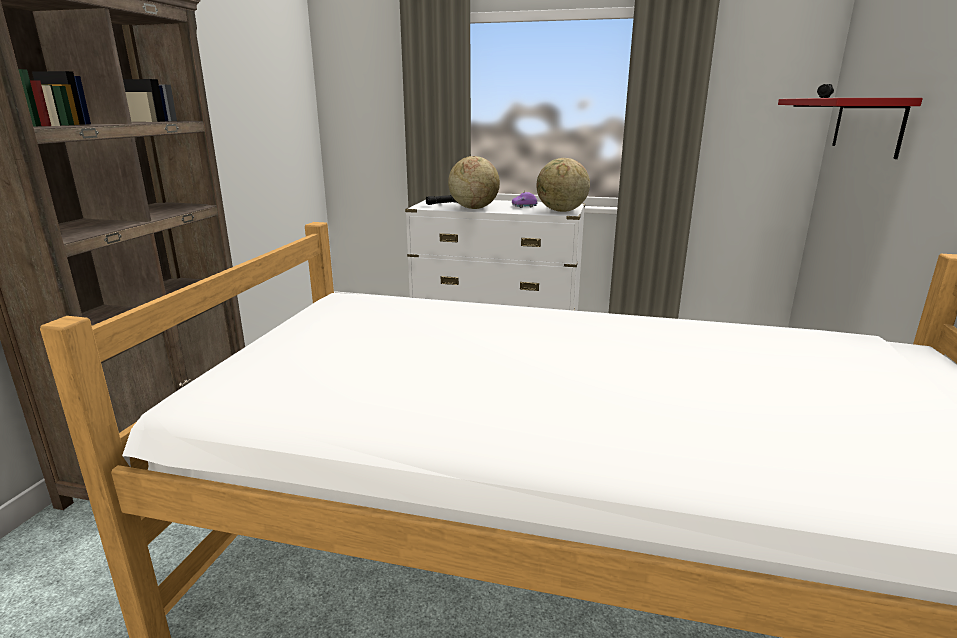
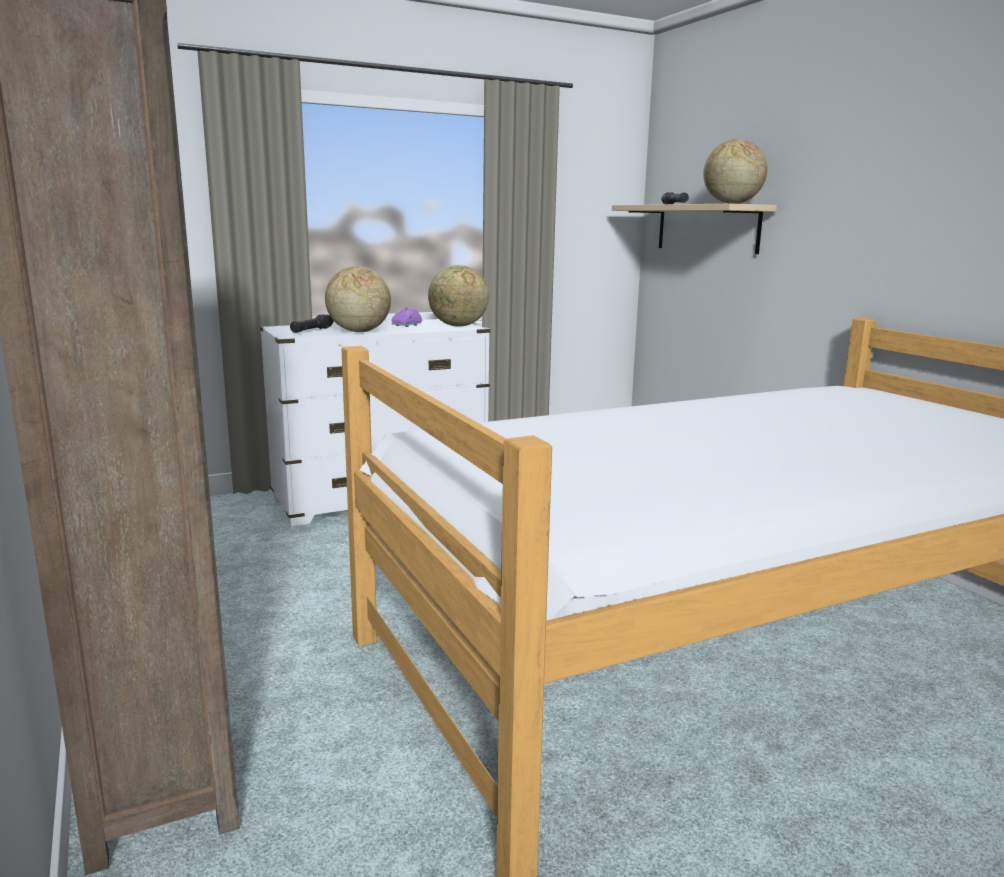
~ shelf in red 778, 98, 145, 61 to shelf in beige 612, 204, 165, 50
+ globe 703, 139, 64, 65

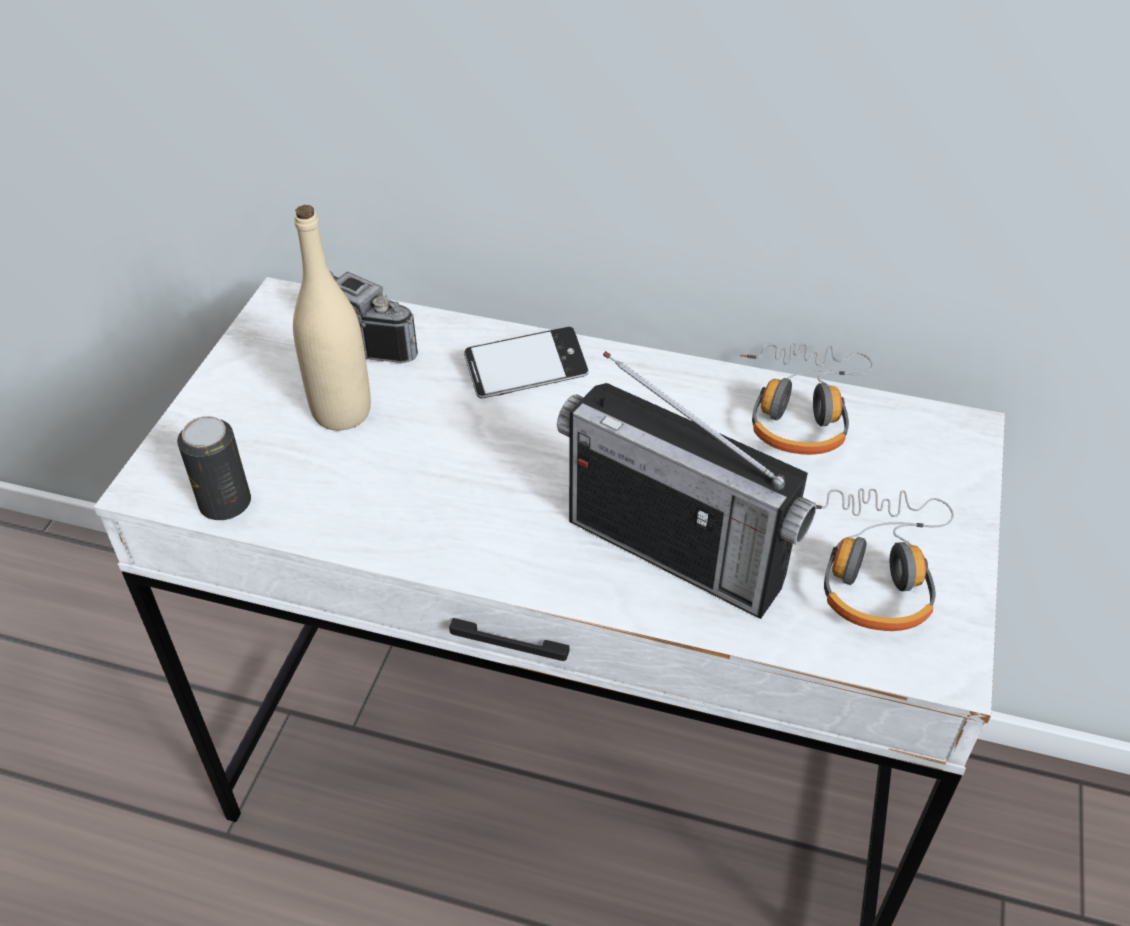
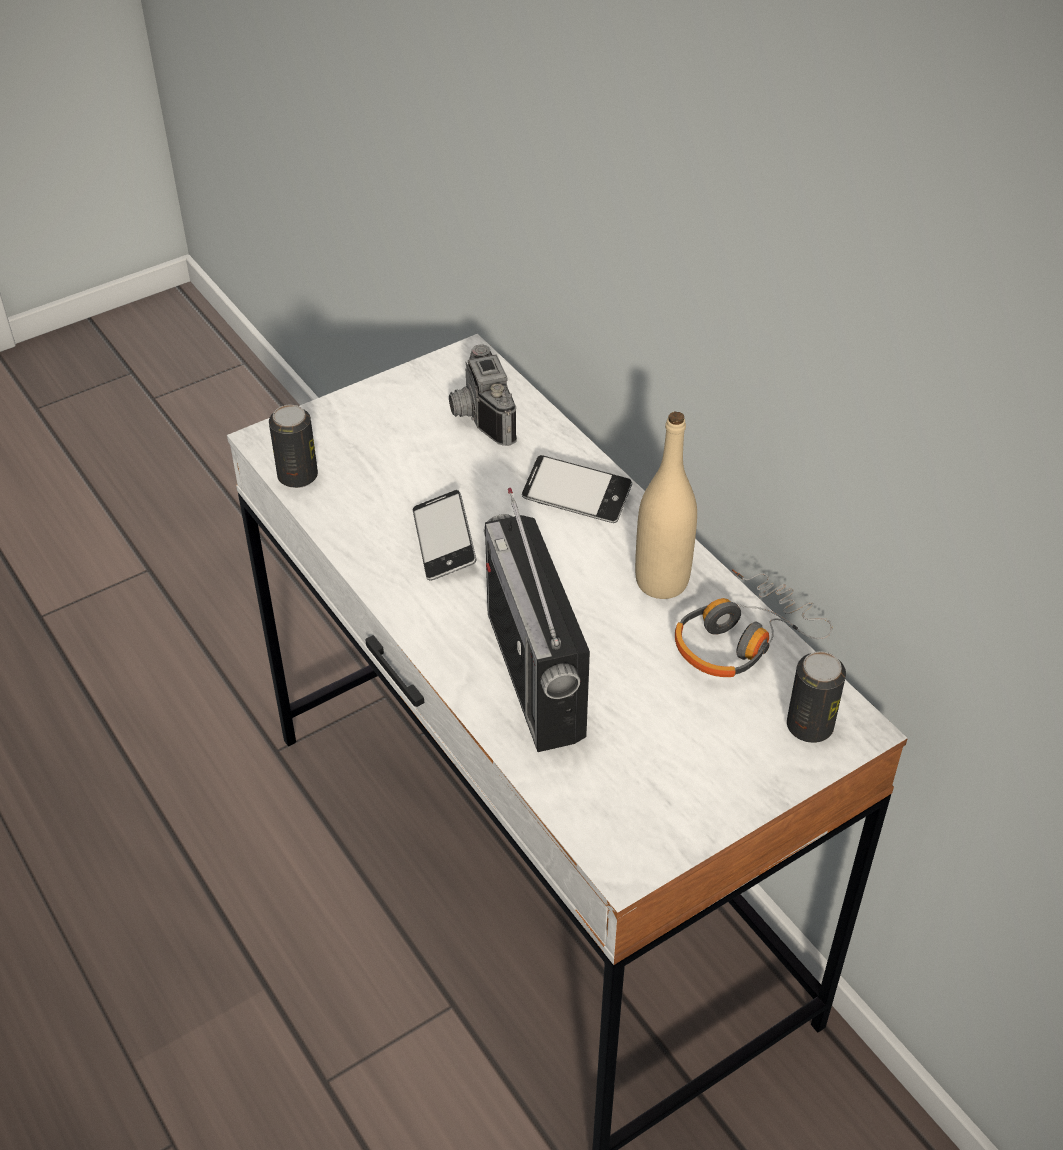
~ bottle in beige 293, 205, 78, 226 to 635, 412, 62, 187
- headphones 816, 488, 138, 143
+ phone 413, 490, 63, 91
+ can 787, 651, 59, 92

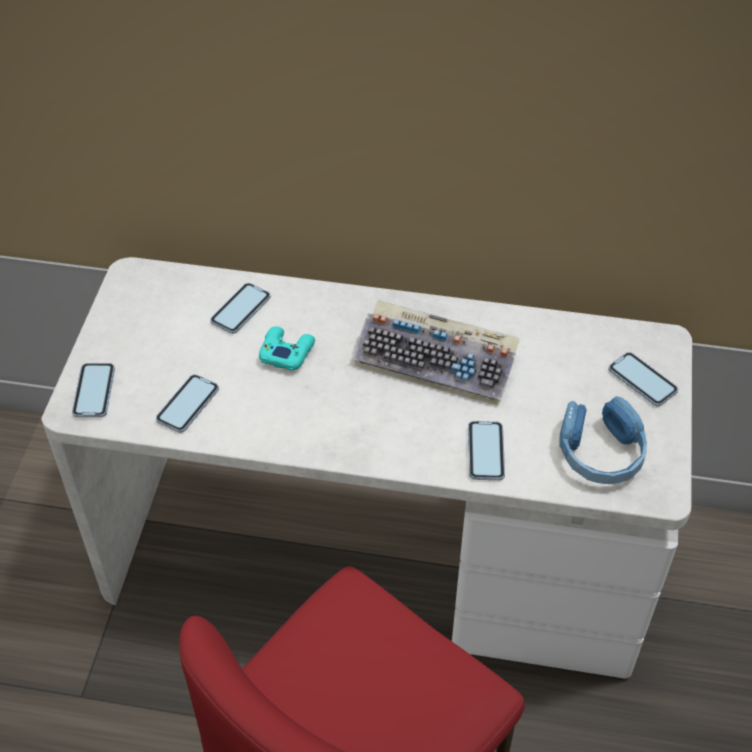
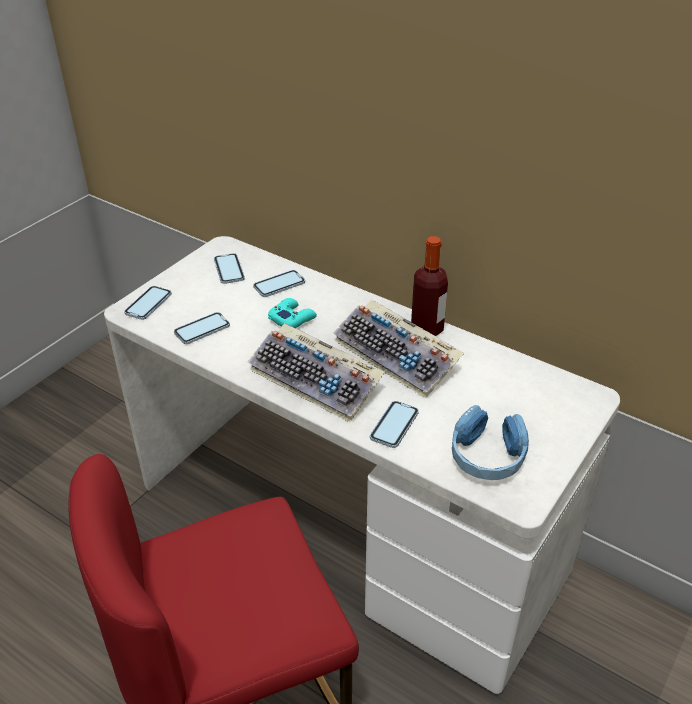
~ phone 609, 352, 69, 54 to 214, 253, 31, 31
+ bottle 411, 236, 37, 100
+ keyboard 248, 323, 136, 99

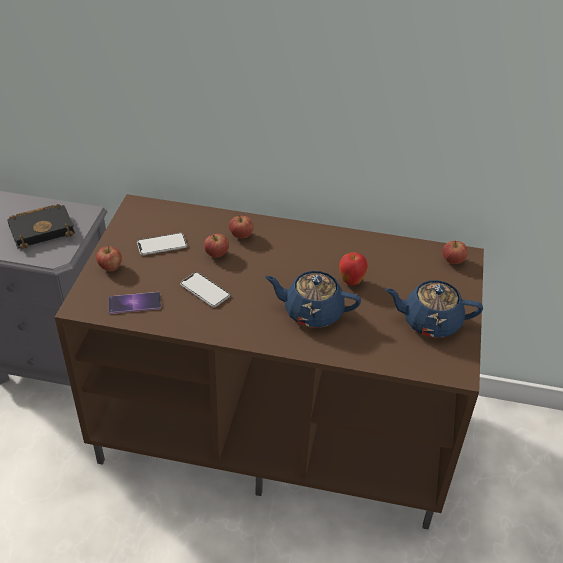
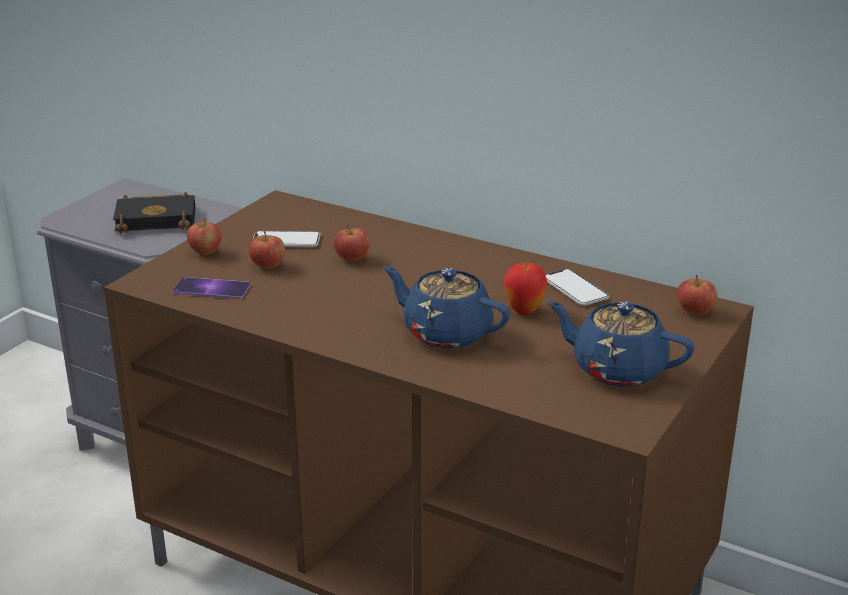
~ apple 229, 215, 25, 23 to 249, 231, 36, 38
~ phone 180, 272, 50, 35 to 545, 269, 65, 37

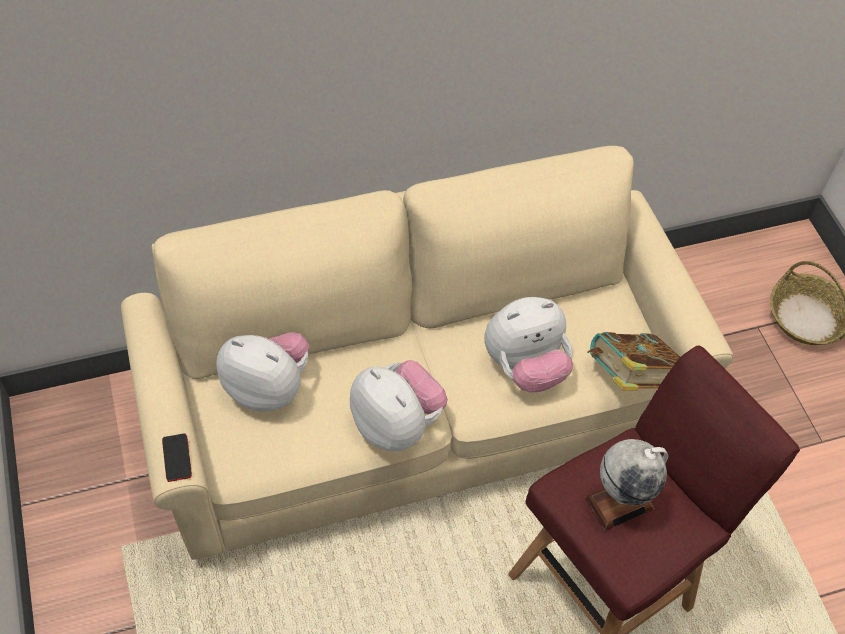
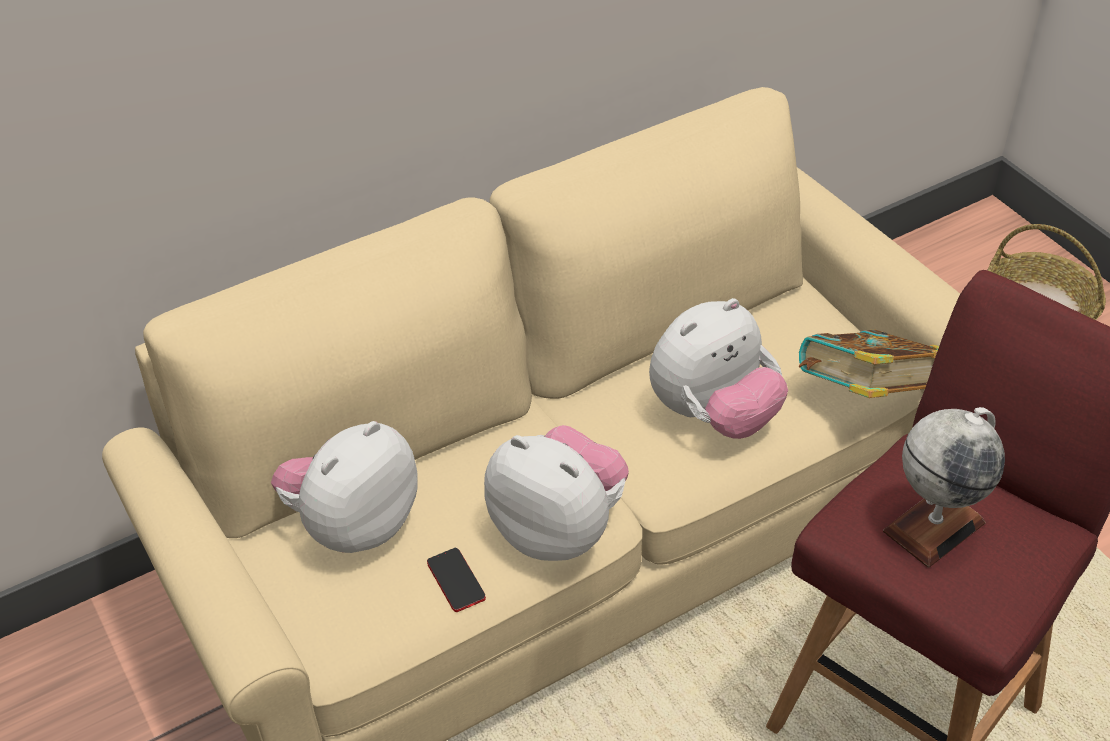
~ plush toy 216, 332, 93, 80 = 271, 421, 147, 132 60 degrees counterclockwise
~ phone 162, 433, 30, 49 to 427, 548, 59, 64

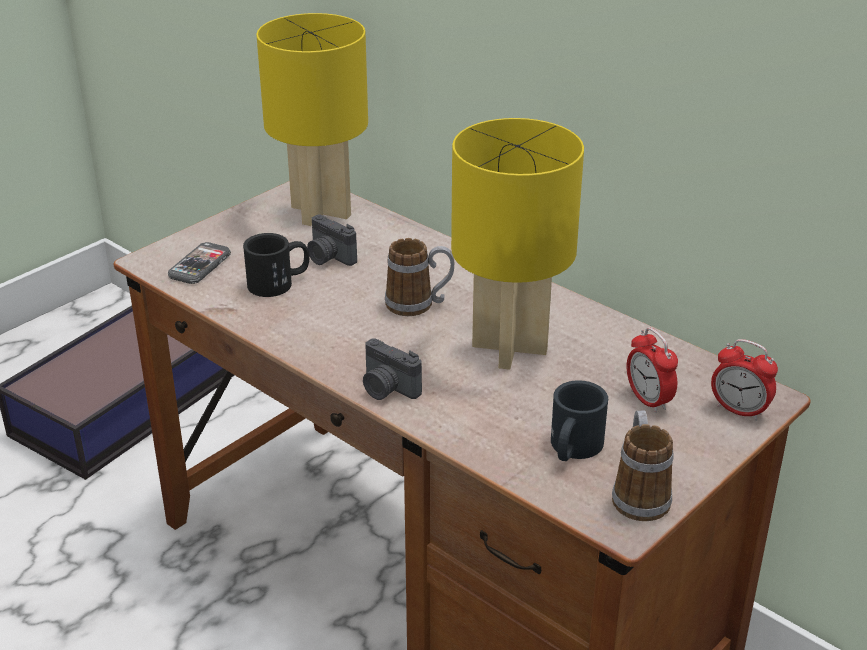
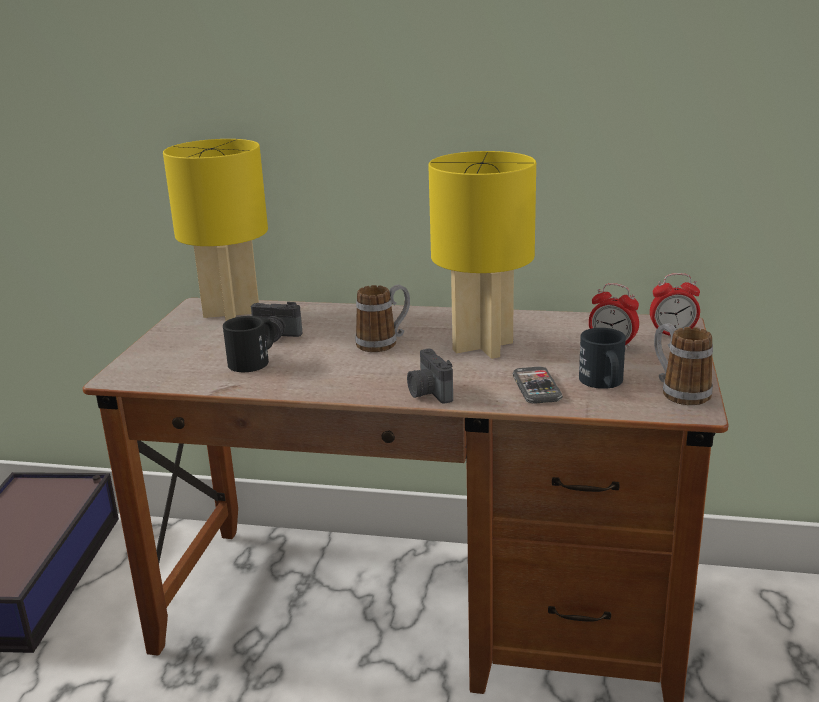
~ phone 168, 242, 63, 42 to 512, 367, 51, 37
~ photo camera 363, 338, 59, 62 = 407, 349, 46, 55 60 degrees clockwise

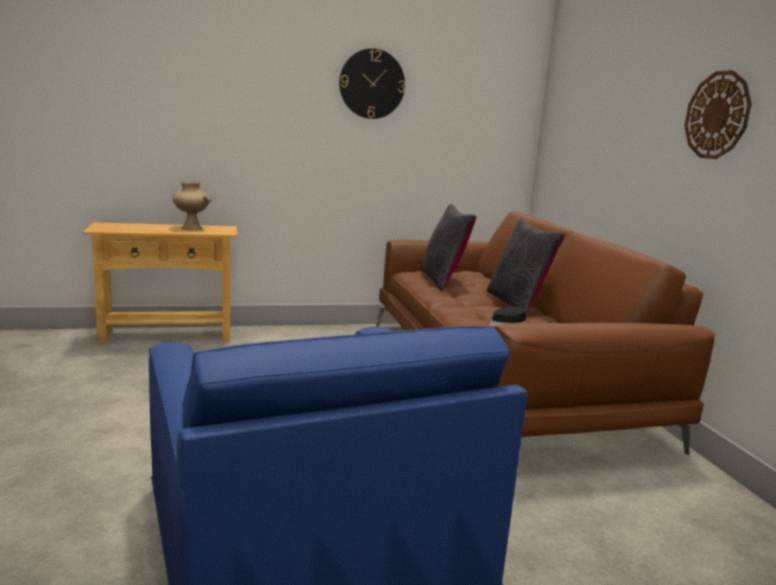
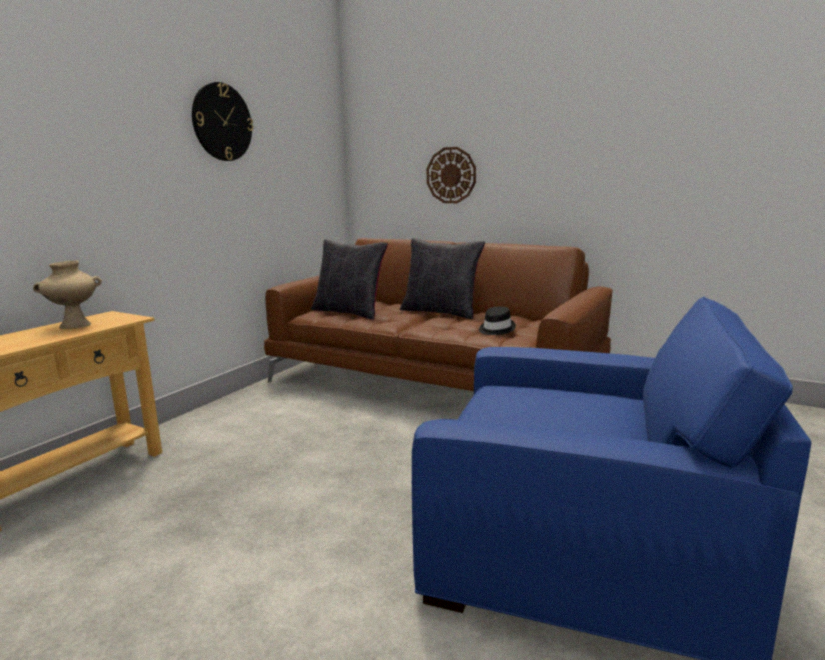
~ wall clock 684, 70, 68, 89 to 427, 147, 49, 56

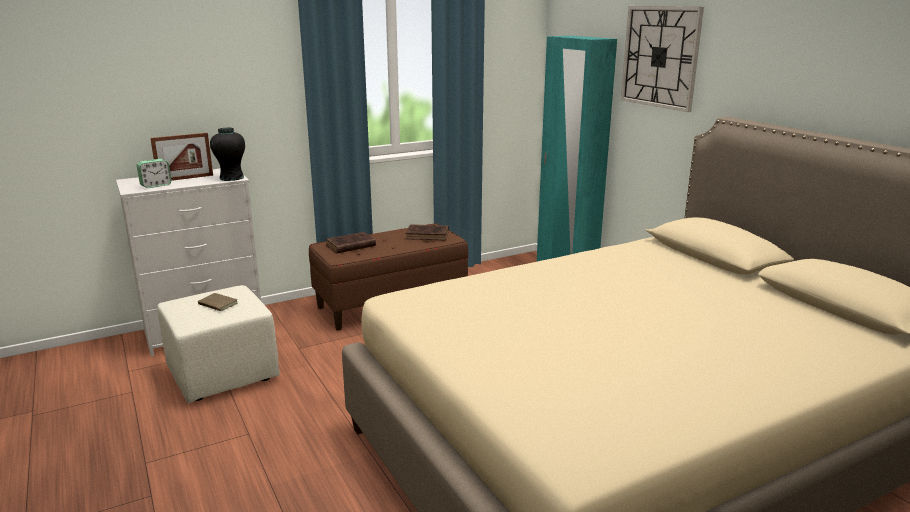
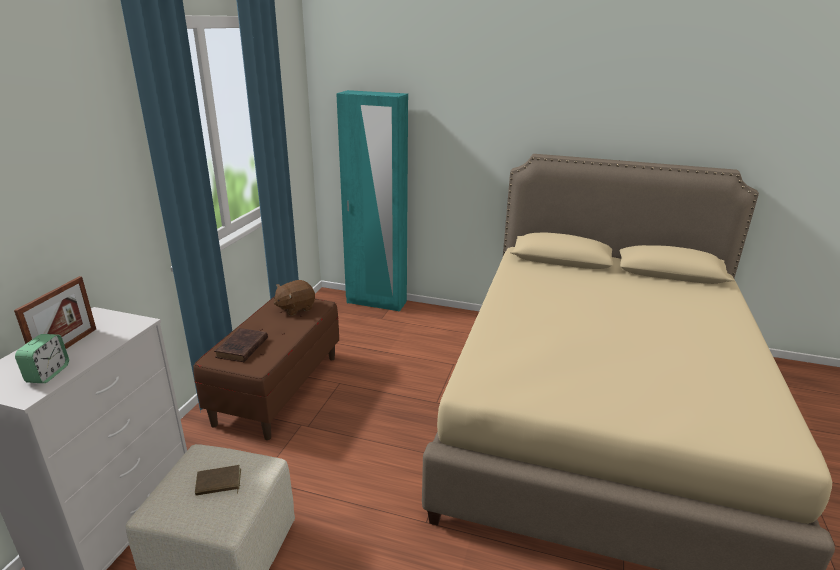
- wall clock 621, 6, 83, 106
- vase in black 210, 128, 35, 53
~ book in brown 406, 224, 43, 16 to plush toy in brown 273, 280, 42, 36

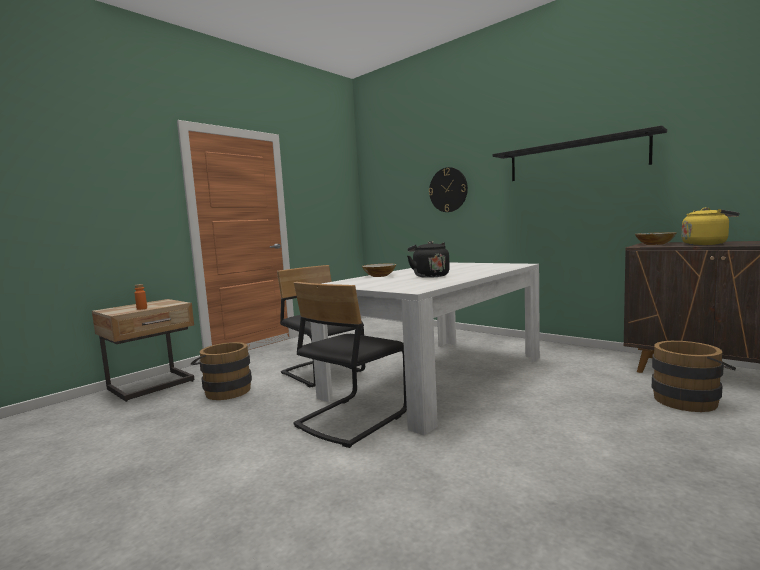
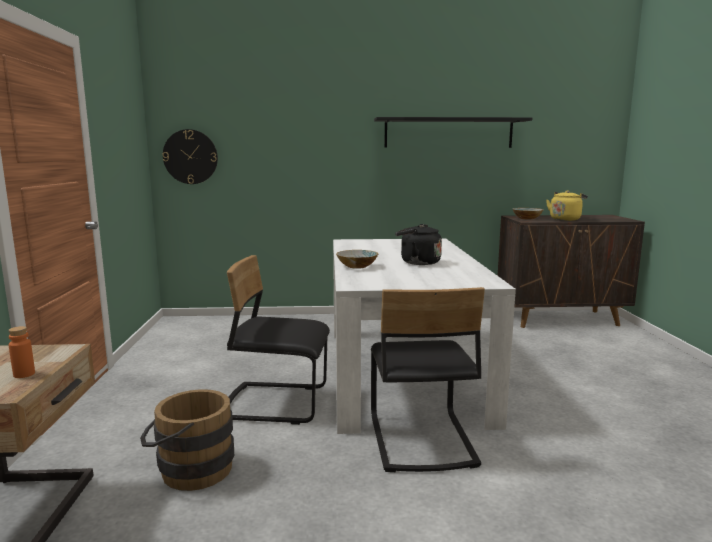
~ wall clock 429, 167, 39, 45 to 163, 129, 55, 55
- bucket in brown 652, 341, 84, 71

